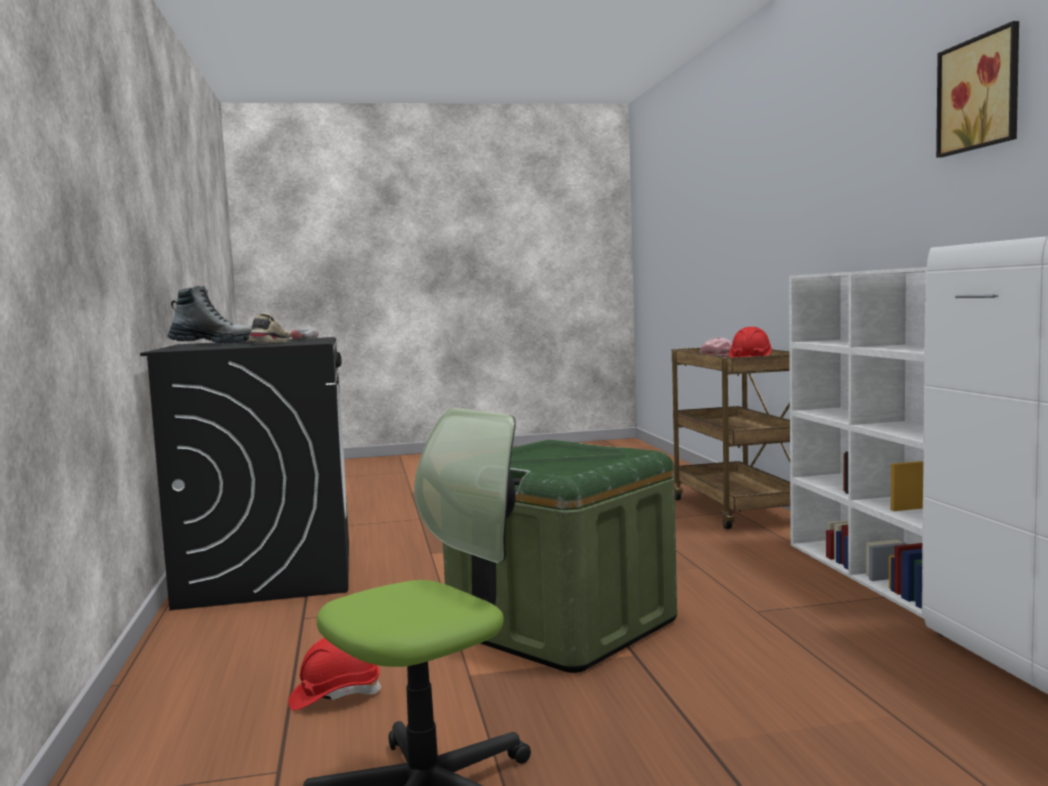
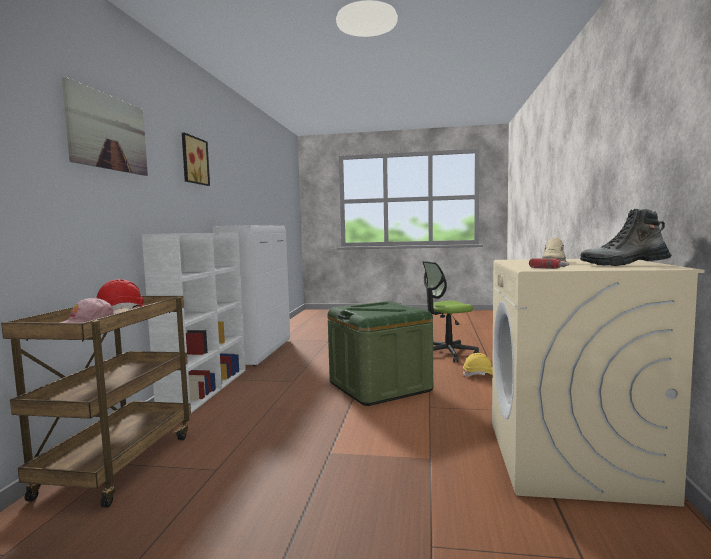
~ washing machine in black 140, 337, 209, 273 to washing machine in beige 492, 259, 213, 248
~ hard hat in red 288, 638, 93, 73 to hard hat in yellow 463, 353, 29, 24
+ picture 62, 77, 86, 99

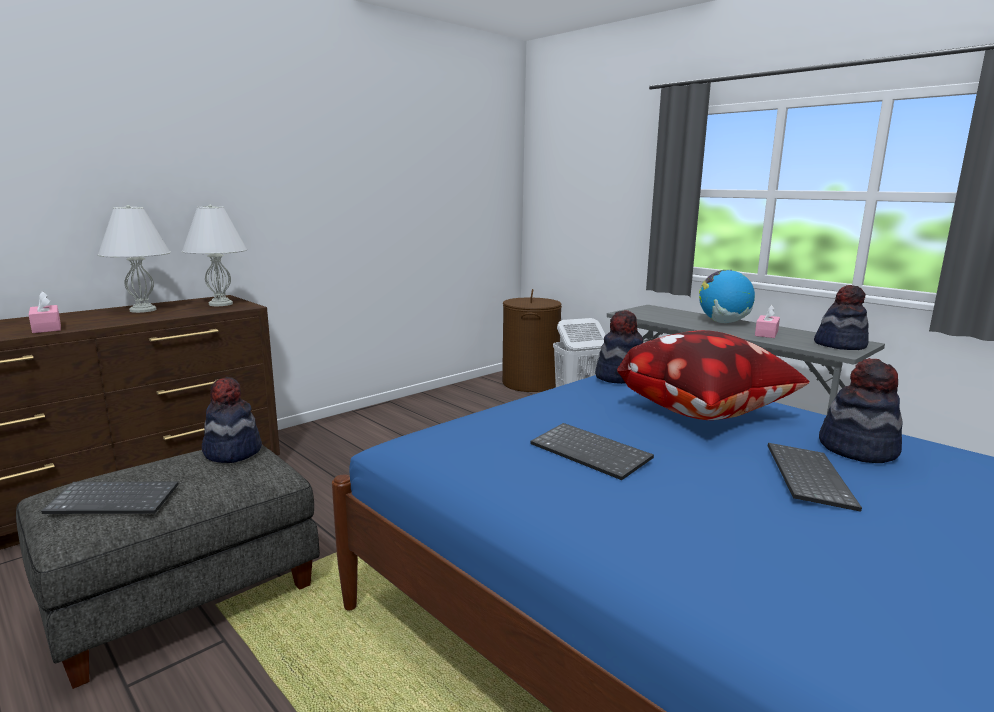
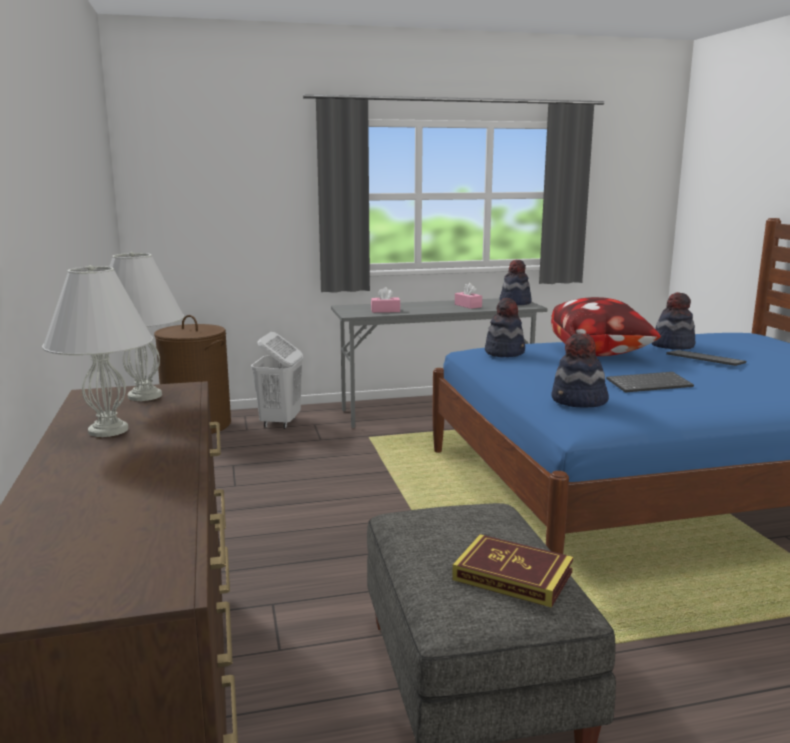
- globe 699, 270, 56, 53
~ tissue box in pink 29, 291, 32, 42 to 371, 287, 29, 26
~ hat 202, 377, 60, 86 to 551, 334, 58, 73
~ keyboard 41, 482, 138, 32 to book 452, 534, 121, 74

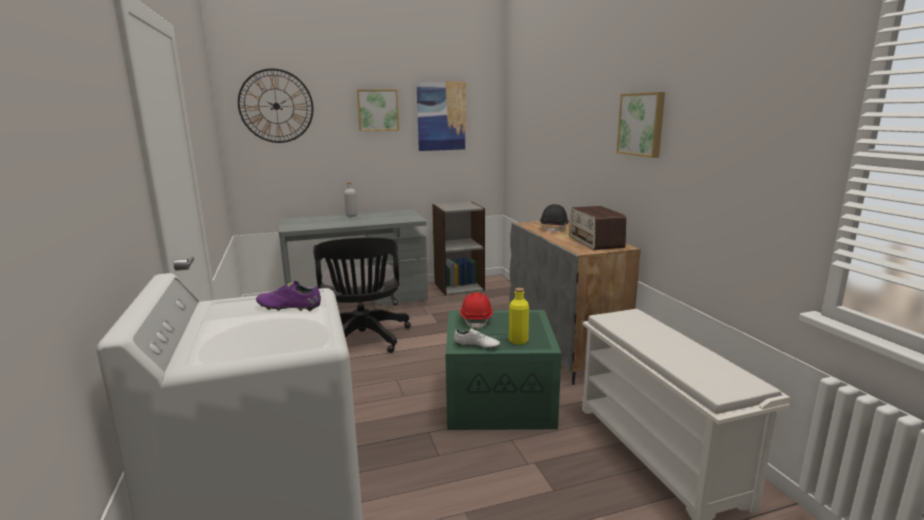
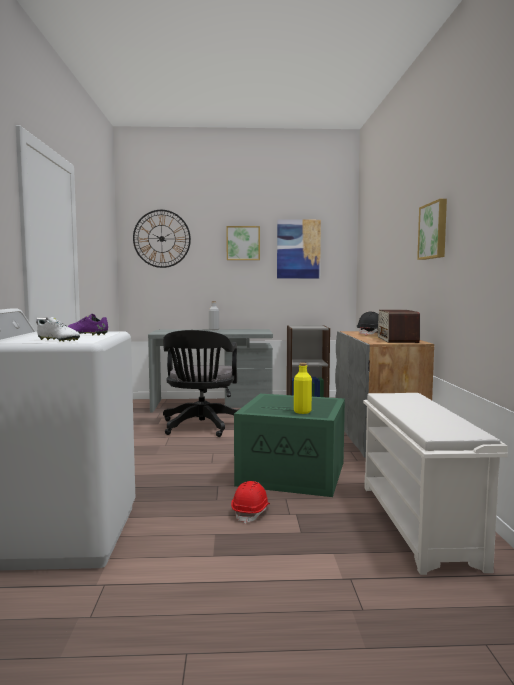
~ hard hat in red 460, 292, 33, 37 to 231, 481, 39, 43
~ shoe in white 454, 328, 46, 22 to 37, 317, 43, 25

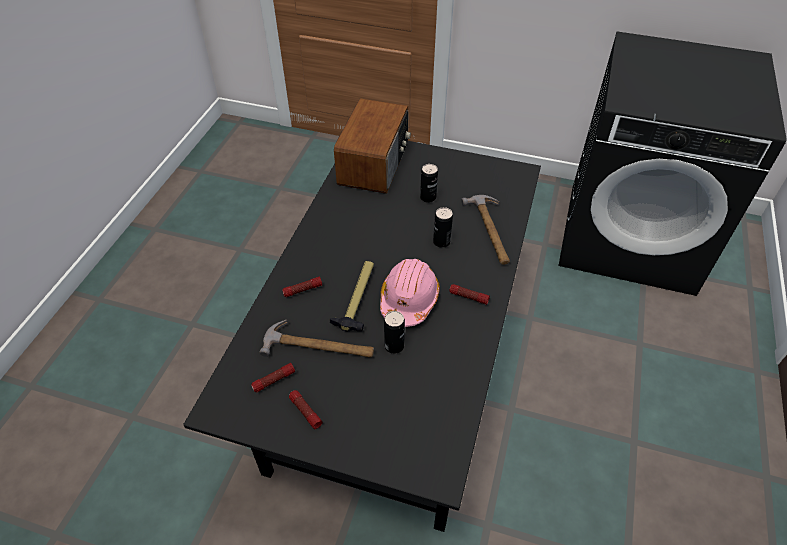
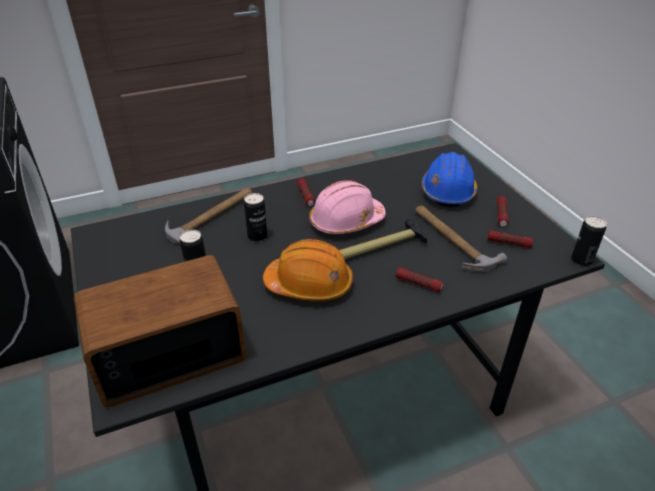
~ can 384, 311, 21, 43 to 571, 216, 36, 50
+ hard hat in blue 422, 152, 55, 55
+ hard hat in orange 263, 239, 90, 62

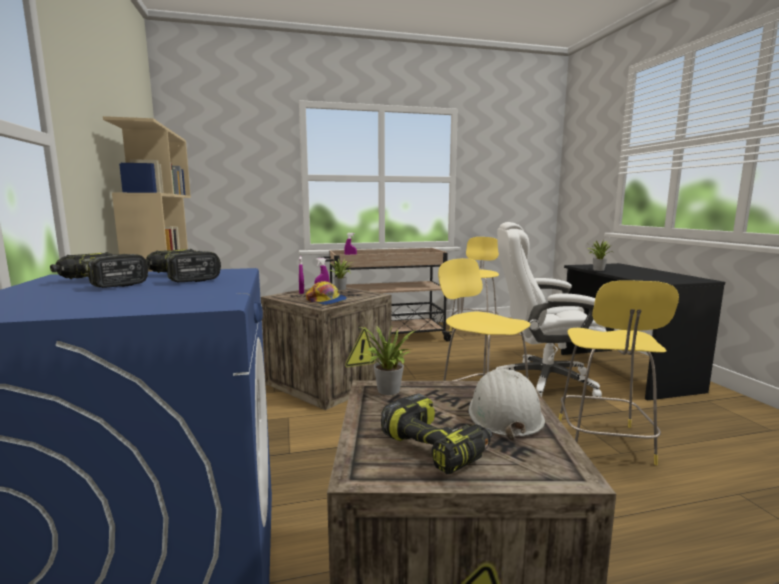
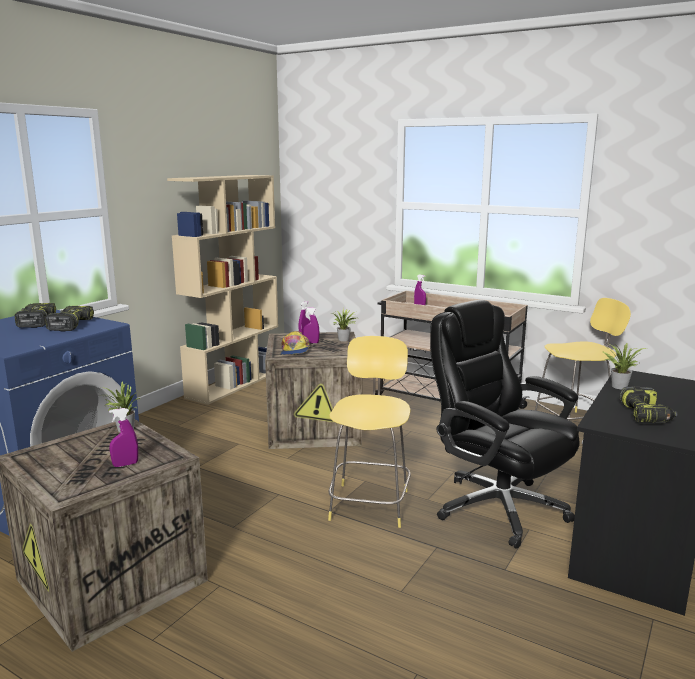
~ office chair in white 496, 222, 110, 175 to office chair in black 430, 300, 150, 249
- stool in yellow 559, 280, 120, 185
~ hard hat in white 469, 368, 76, 73 to spray bottle in purple 109, 408, 29, 59
~ power drill 381, 393, 111, 81 to 619, 386, 59, 37

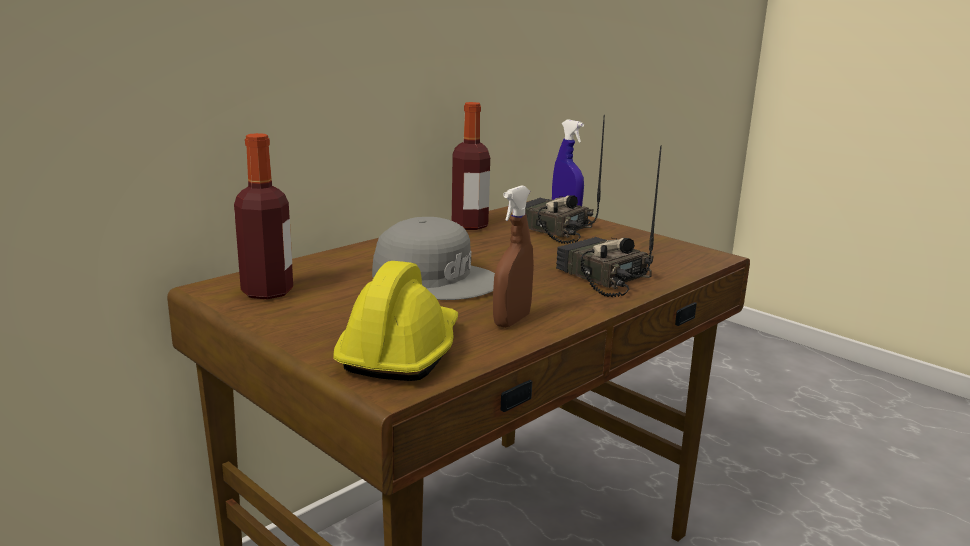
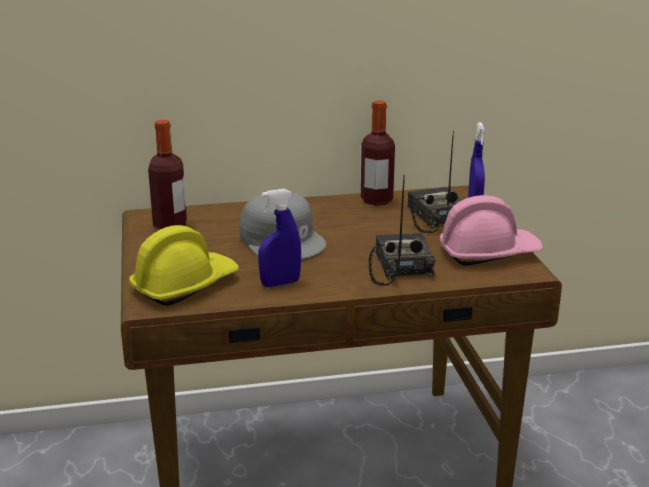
~ spray bottle in brown 493, 185, 41, 143 to spray bottle in blue 258, 189, 43, 98
+ hard hat in pink 439, 195, 104, 71

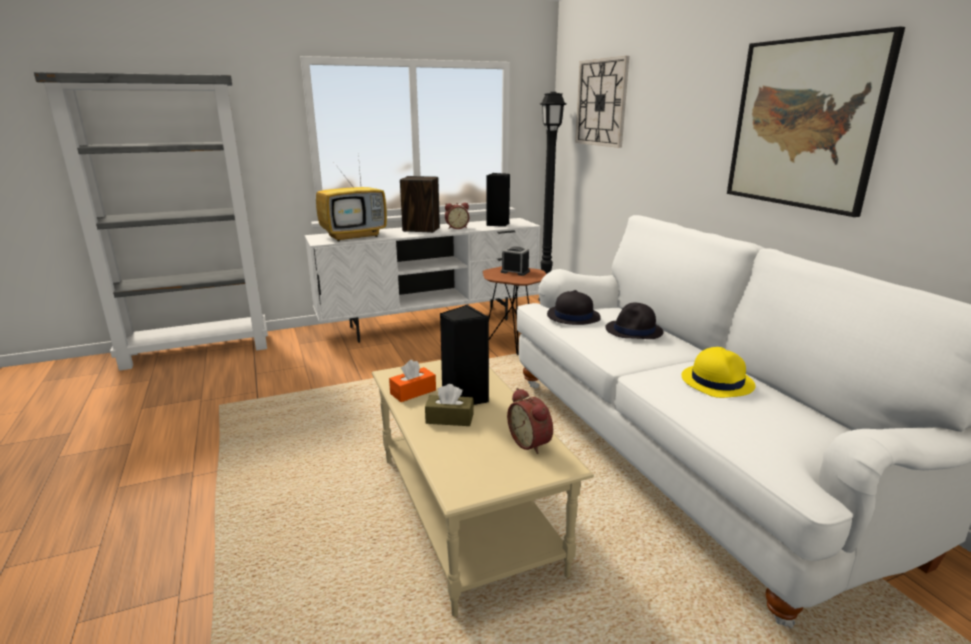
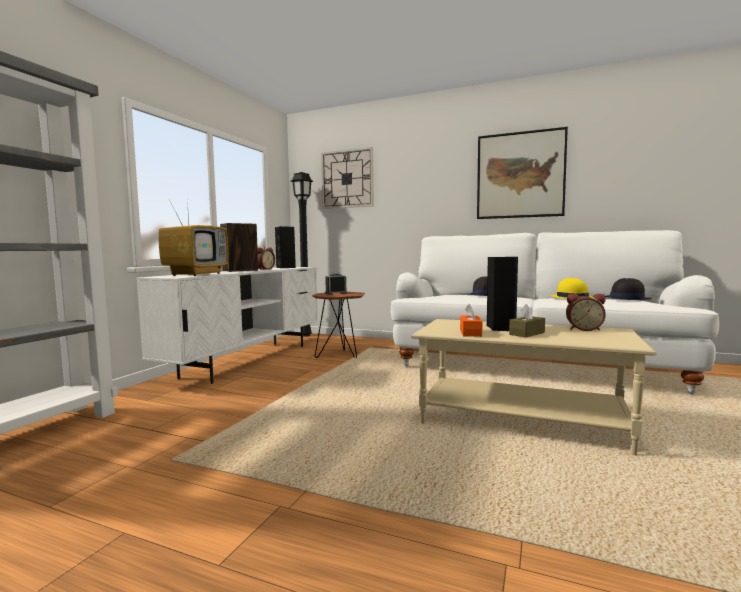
~ hat in black 547, 290, 54, 35 to 605, 278, 47, 22

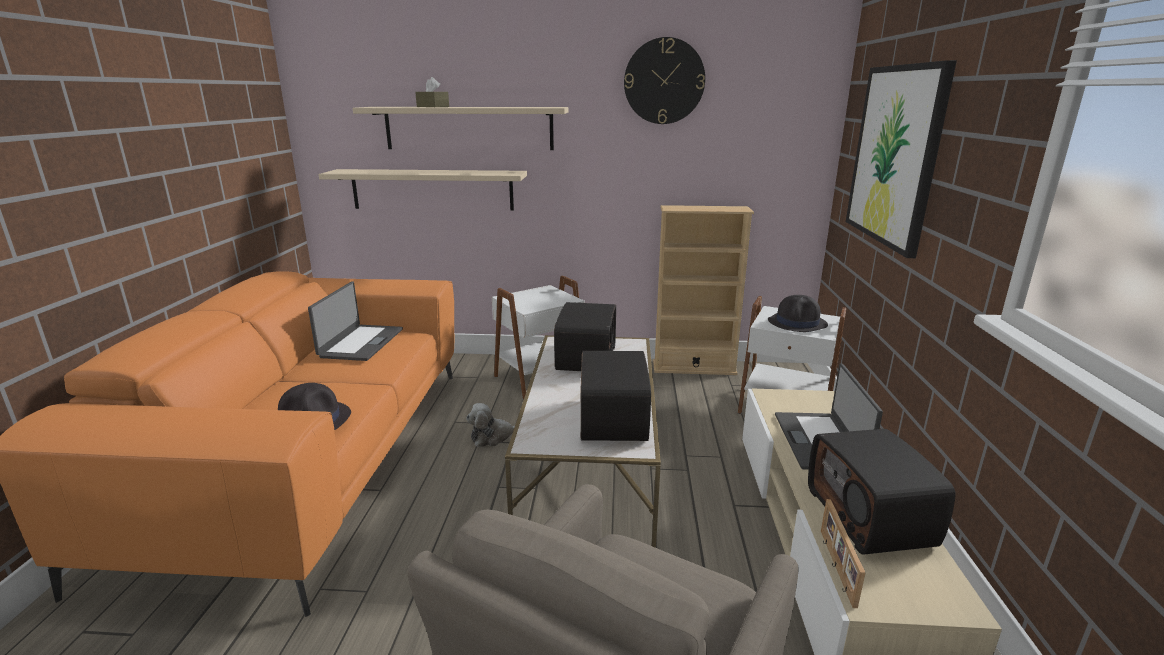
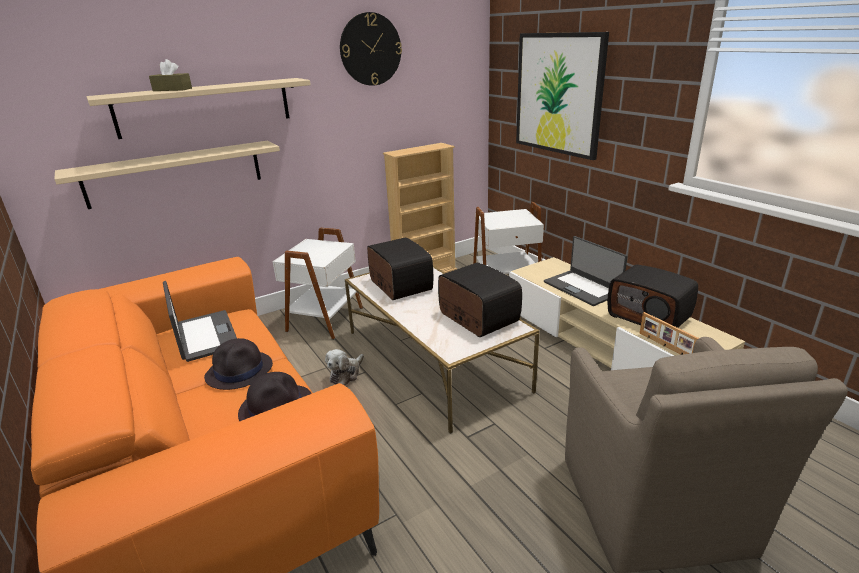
~ hat in black 768, 295, 60, 37 to 204, 338, 69, 52

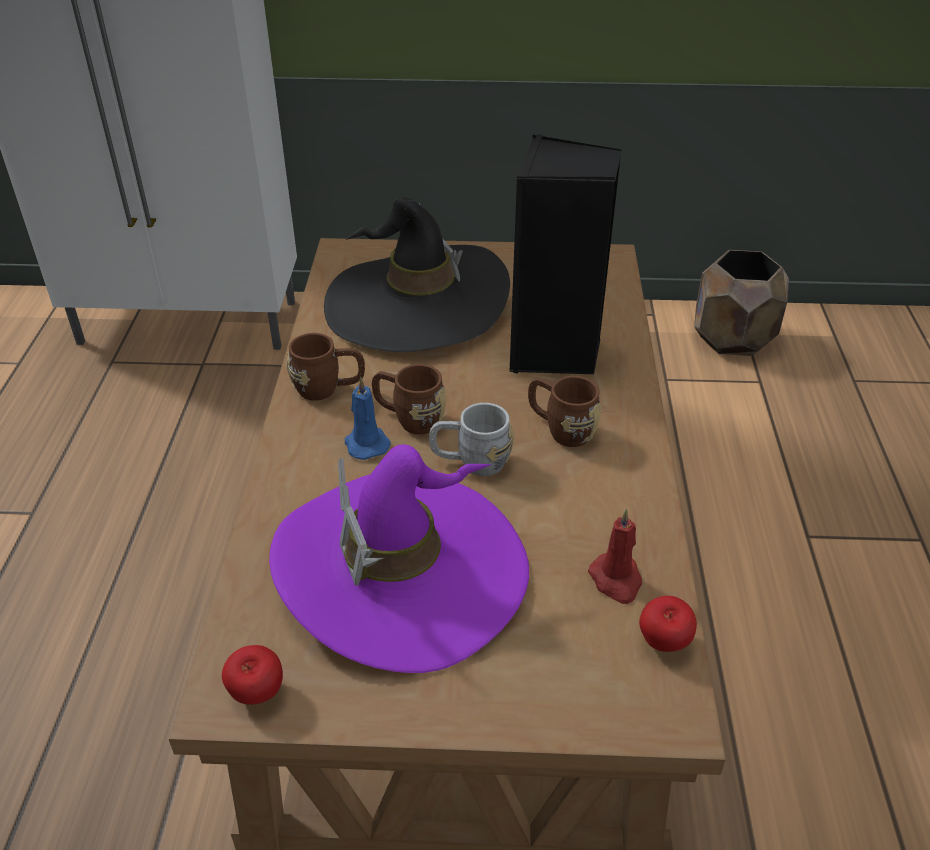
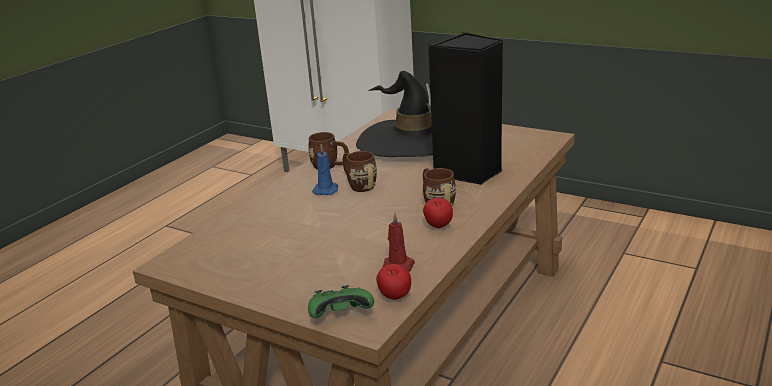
- planter in brown 694, 250, 95, 106
- mug in grey 429, 403, 85, 73
- hat in purple 269, 444, 260, 229
~ apple 222, 645, 61, 60 to 423, 198, 30, 30
+ game controller in green 308, 285, 66, 33

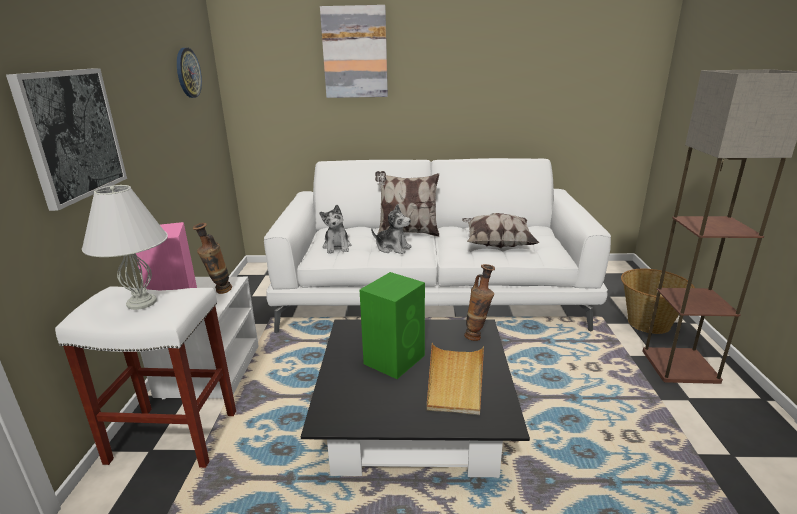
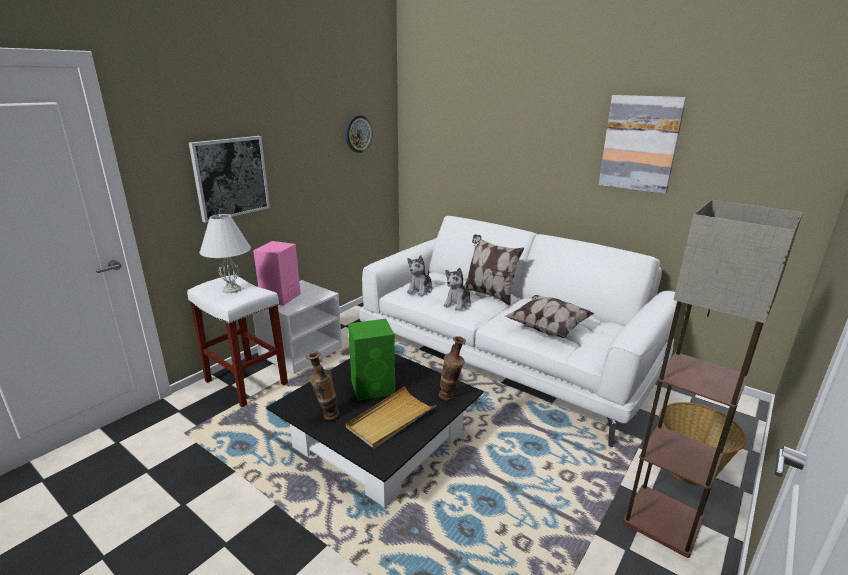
~ picture 320, 5, 68, 93 to 599, 95, 88, 99
~ plush toy 371, 204, 41, 50 = 443, 268, 28, 43 60 degrees clockwise
~ vase 193, 223, 39, 71 to 306, 352, 33, 68

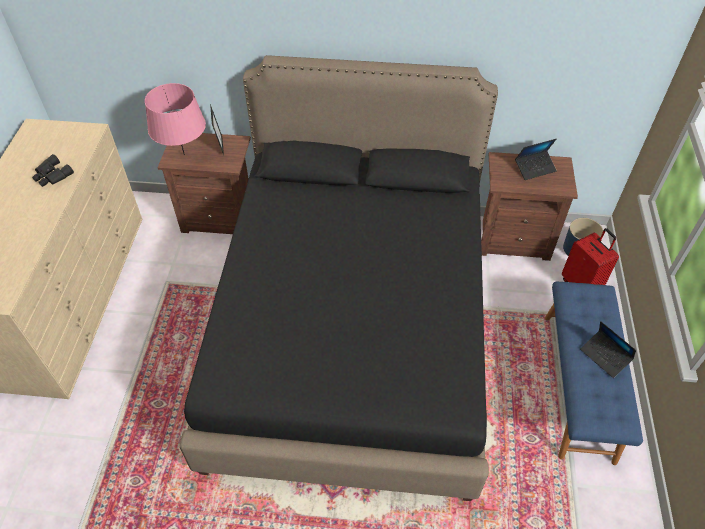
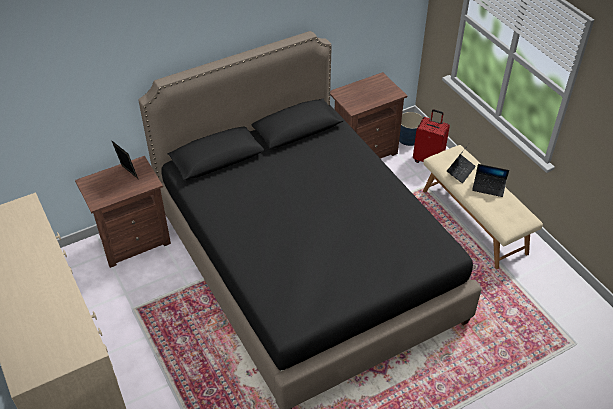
- table lamp in pink 145, 83, 61, 73
~ laptop 515, 139, 42, 41 to 447, 144, 29, 39
- binoculars in black 32, 154, 42, 33
~ bench in blue 545, 282, 98, 183 to bench in beige 423, 145, 120, 124

